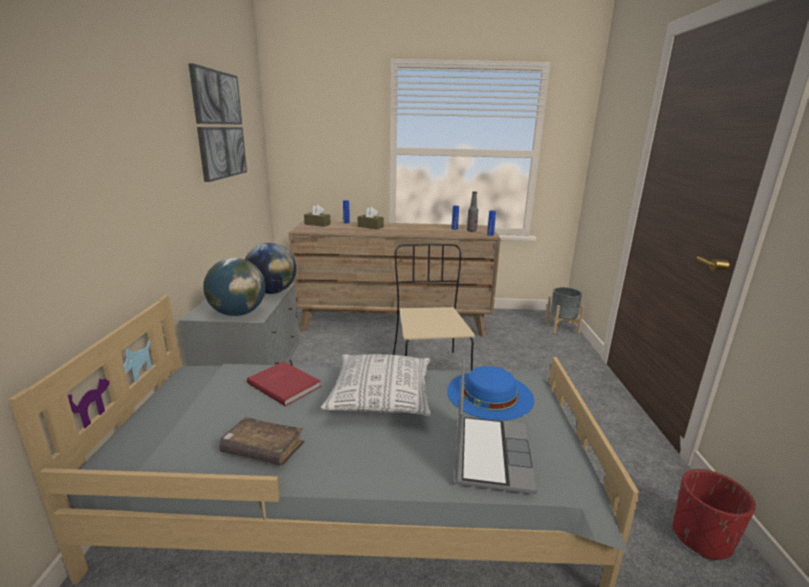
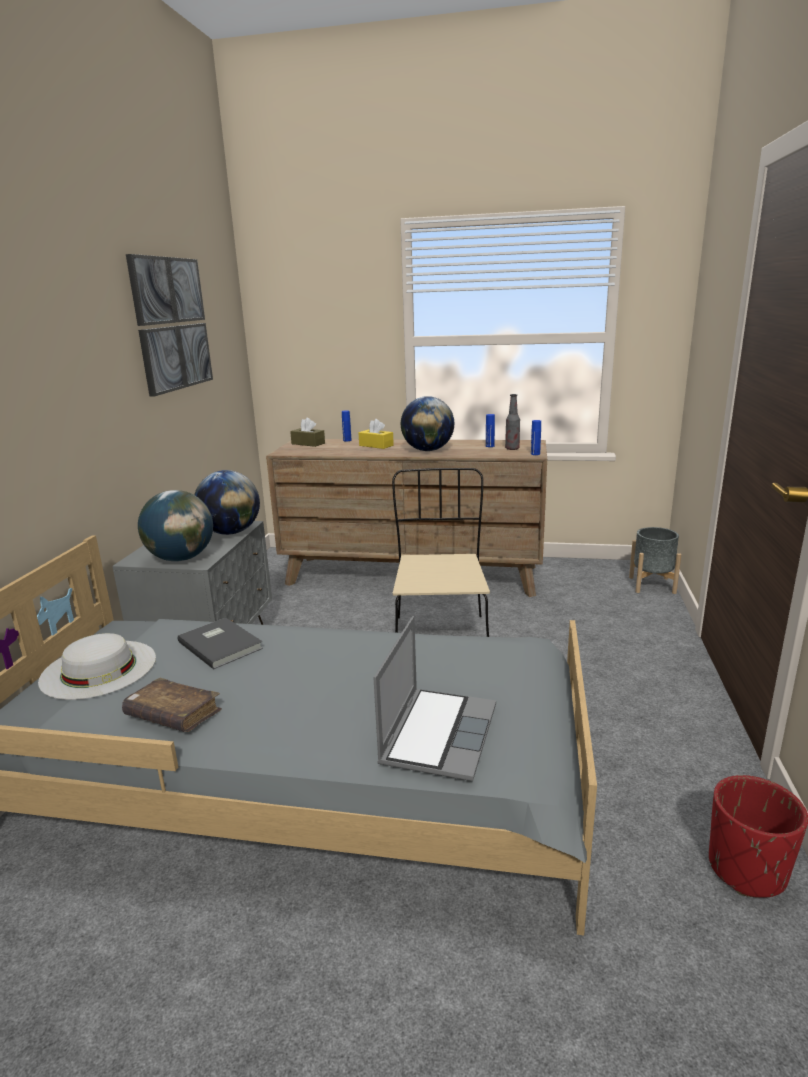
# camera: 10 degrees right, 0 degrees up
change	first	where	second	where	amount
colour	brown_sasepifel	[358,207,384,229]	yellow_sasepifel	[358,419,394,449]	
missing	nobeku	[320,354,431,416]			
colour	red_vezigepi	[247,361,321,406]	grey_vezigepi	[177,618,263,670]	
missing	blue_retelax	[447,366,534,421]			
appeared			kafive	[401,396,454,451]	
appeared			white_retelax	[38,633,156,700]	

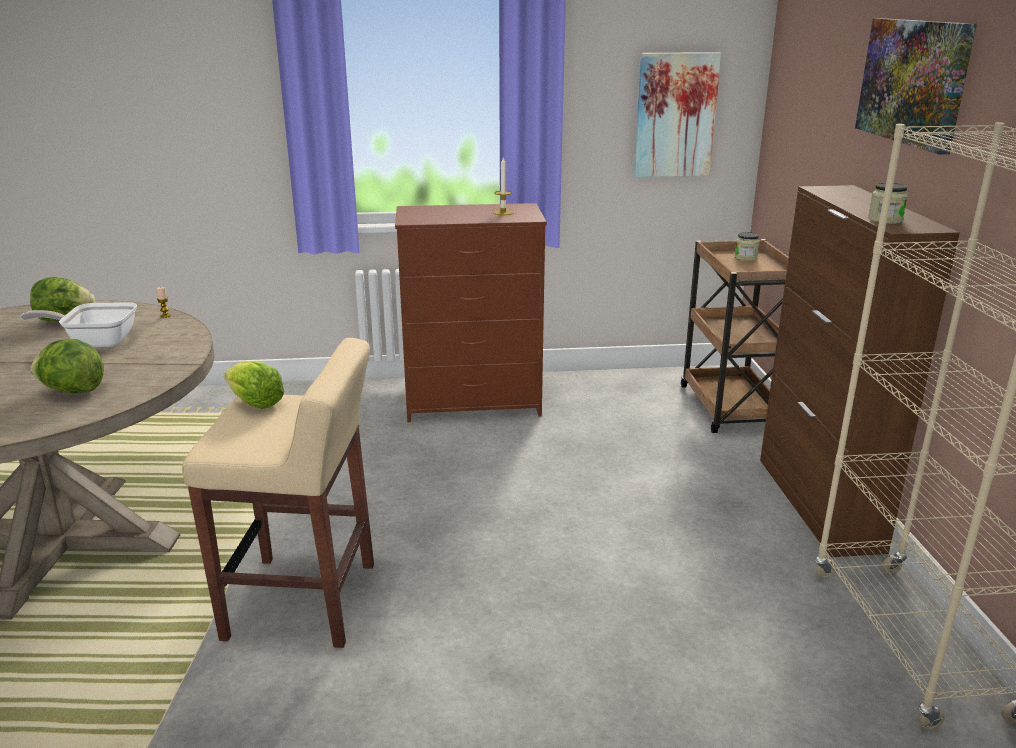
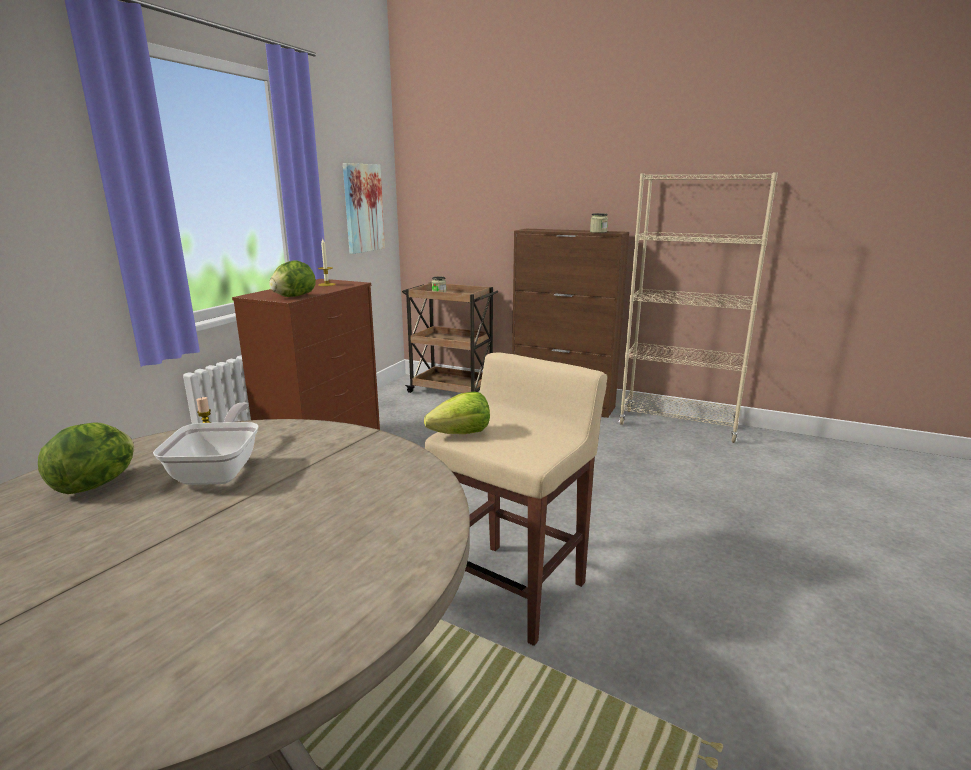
# camera: 60 degrees left, 5 degrees down
change	first	where	second	where	amount
missing	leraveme	[855,18,977,155]			
spun	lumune	[21,302,137,347]		[153,403,259,485]	150 degrees clockwise
relocated	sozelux	[30,339,104,393]		[269,260,316,297]	

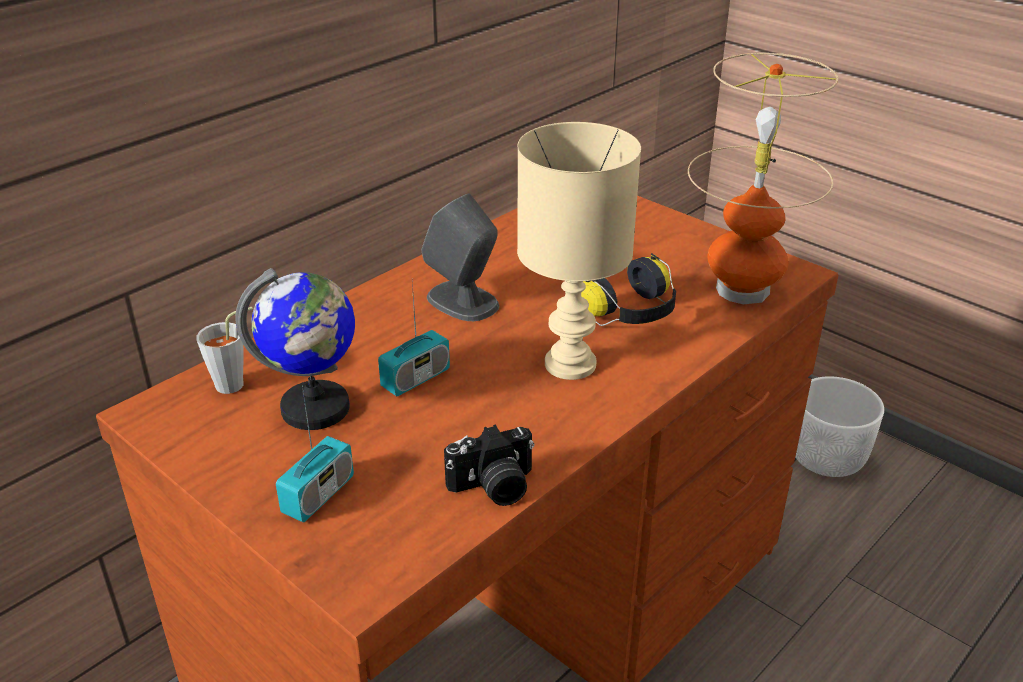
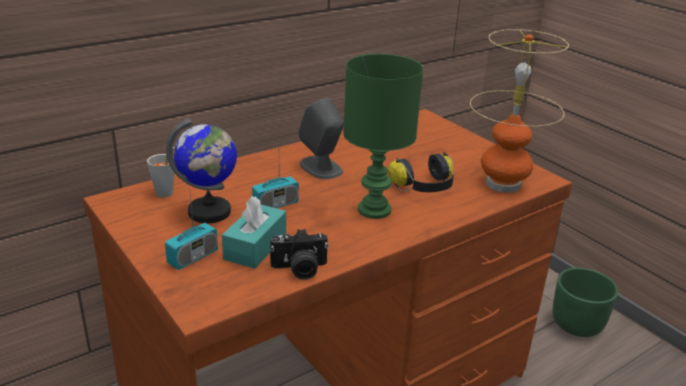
# camera: 10 degrees right, 5 degrees down
change	first	where	second	where	amount
colour	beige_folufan	[517,122,641,380]	green_folufan	[343,54,423,219]	
colour	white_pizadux	[795,376,884,477]	green_pizadux	[552,268,618,337]	
appeared			turquoise_sasepifel	[222,196,286,269]	

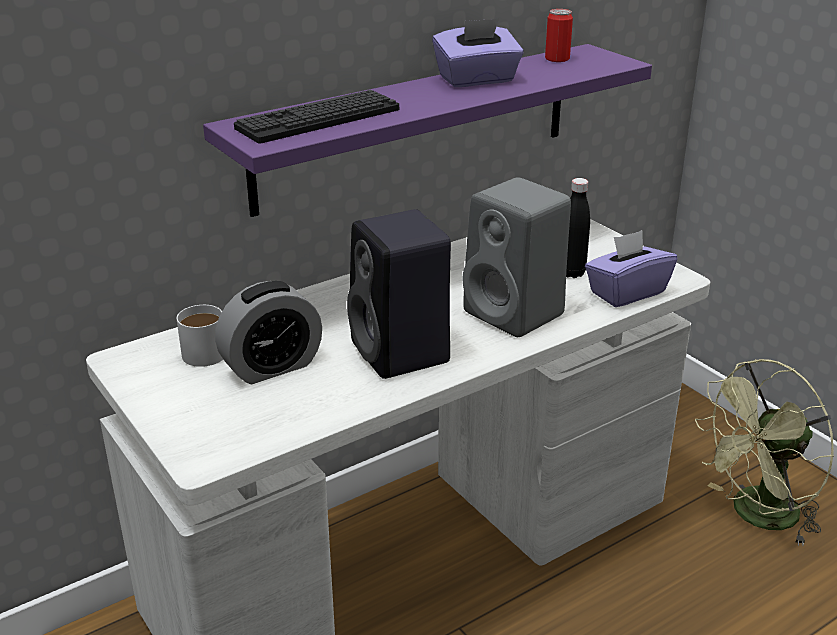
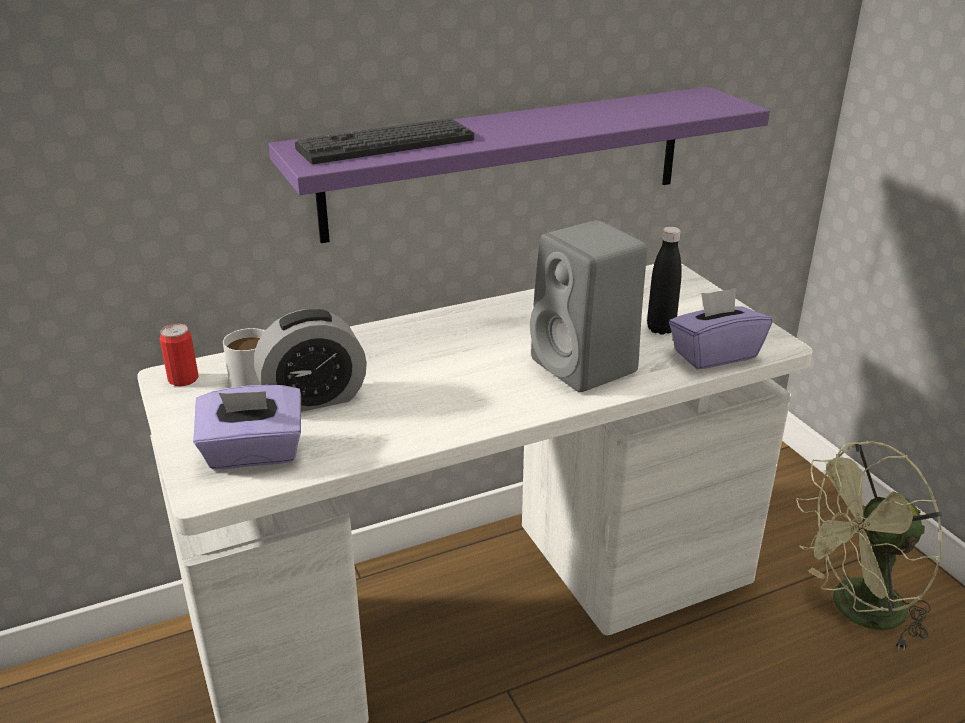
# camera: 10 degrees right, 0 degrees up
change	first	where	second	where	amount
relocated	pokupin	[545,9,573,62]		[160,324,198,386]	
relocated	purple_sasepifel	[432,18,524,87]		[193,385,301,469]	
missing	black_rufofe	[347,209,451,379]			

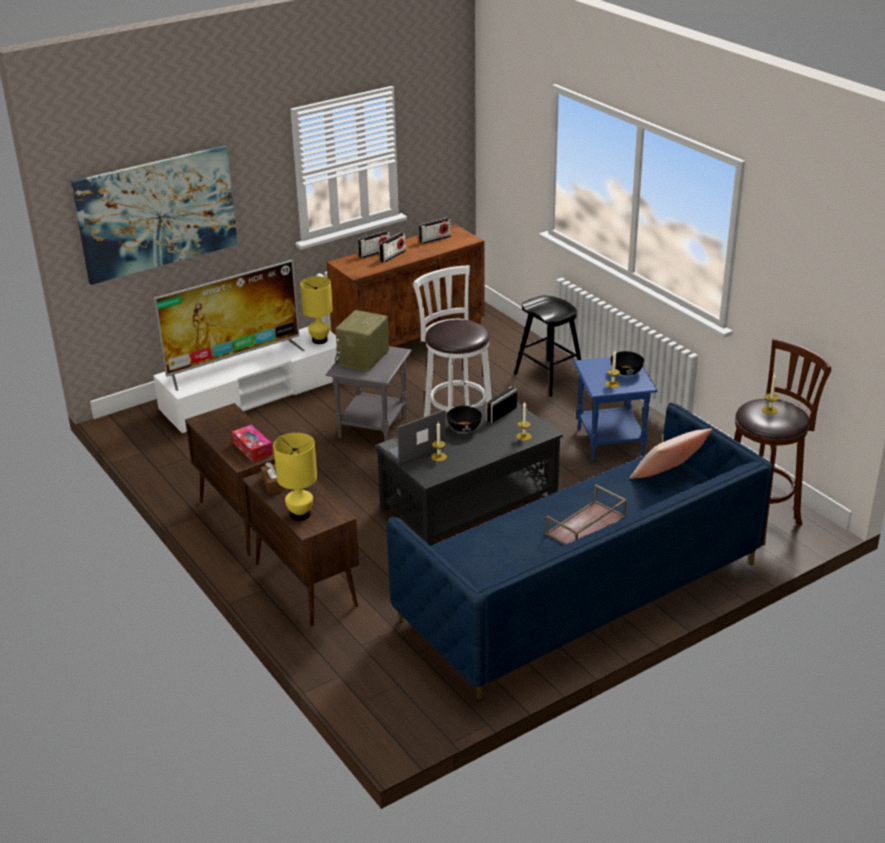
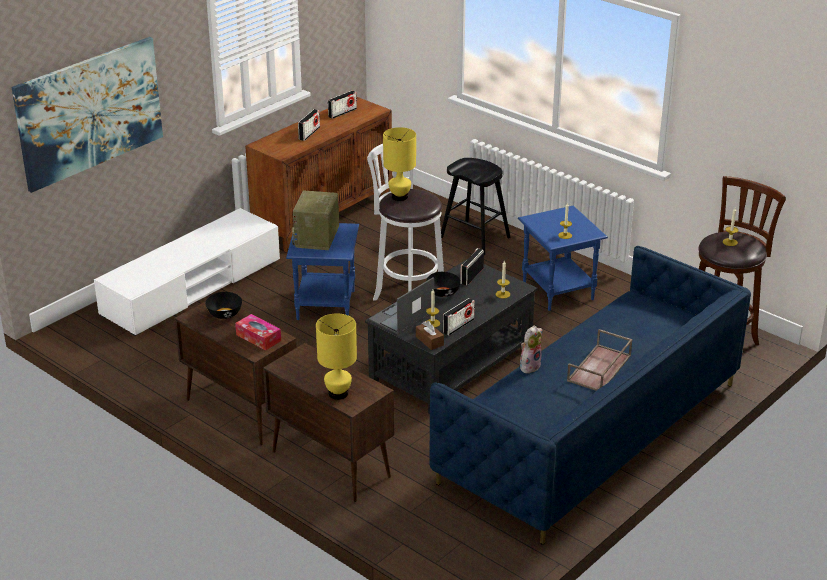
# camera: 15 degrees left, 0 degrees up
change	first	where	second	where	amount
relocated	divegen	[358,231,390,258]		[443,298,475,336]	
missing	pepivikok	[154,260,305,391]			
relocated	yellow_folufan	[300,276,333,344]		[383,127,416,201]	
colour	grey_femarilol	[326,346,412,441]	blue_femarilol	[286,223,359,320]	
relocated	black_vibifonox	[610,351,644,375]		[205,292,242,319]	
missing	beige_nobeku	[629,429,712,479]			
relocated	brown_sasepifel	[261,462,285,494]		[416,321,444,350]	
appeared			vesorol	[520,326,543,373]	

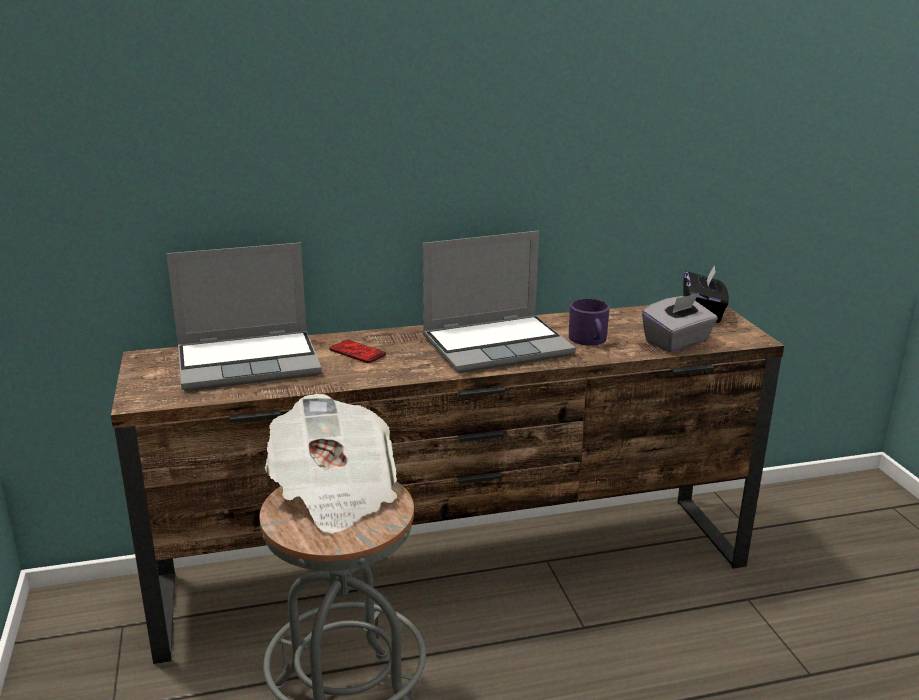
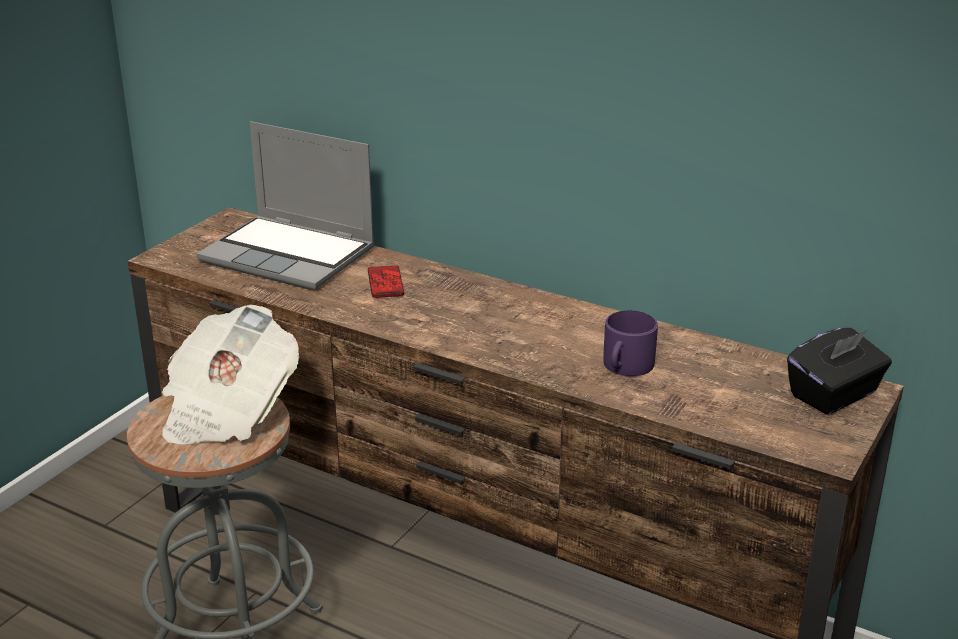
# camera: 45 degrees right, 5 degrees up
change	first	where	second	where	amount
missing	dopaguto	[423,231,576,373]			
missing	grey_sasepifel	[642,293,718,353]			

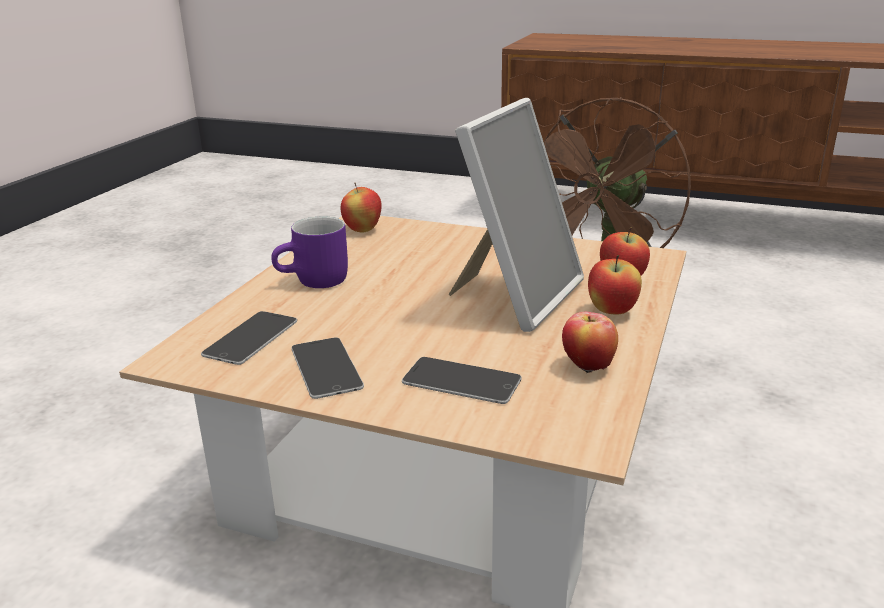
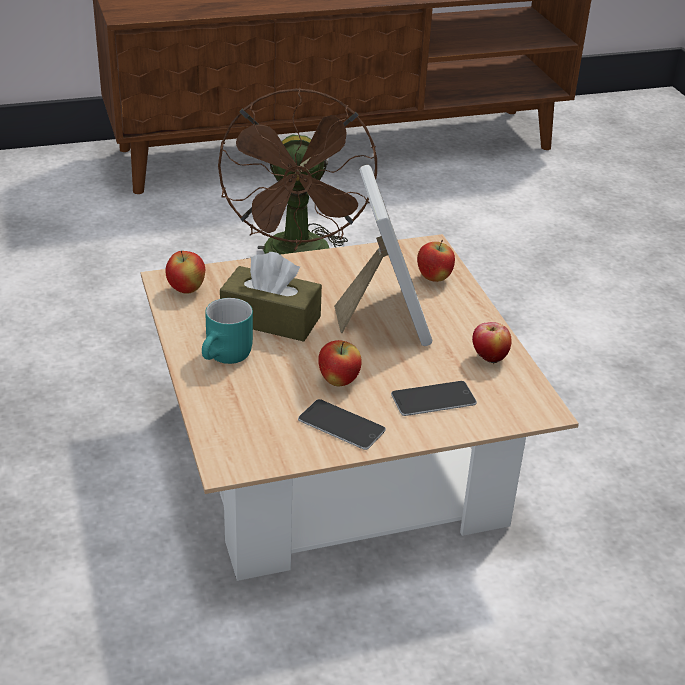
# camera: 40 degrees left, 10 degrees up
change	first	where	second	where	amount
colour	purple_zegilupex	[271,216,348,288]	turquoise_zegilupex	[202,298,253,364]	
relocated	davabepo	[588,255,642,315]		[318,340,362,386]	
missing	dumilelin	[201,311,297,365]			
appeared			brown_sasepifel	[220,252,322,342]	

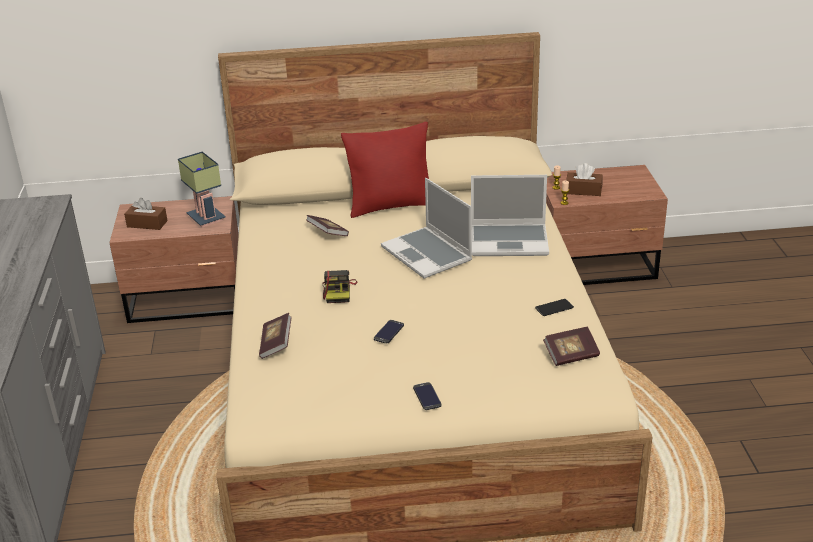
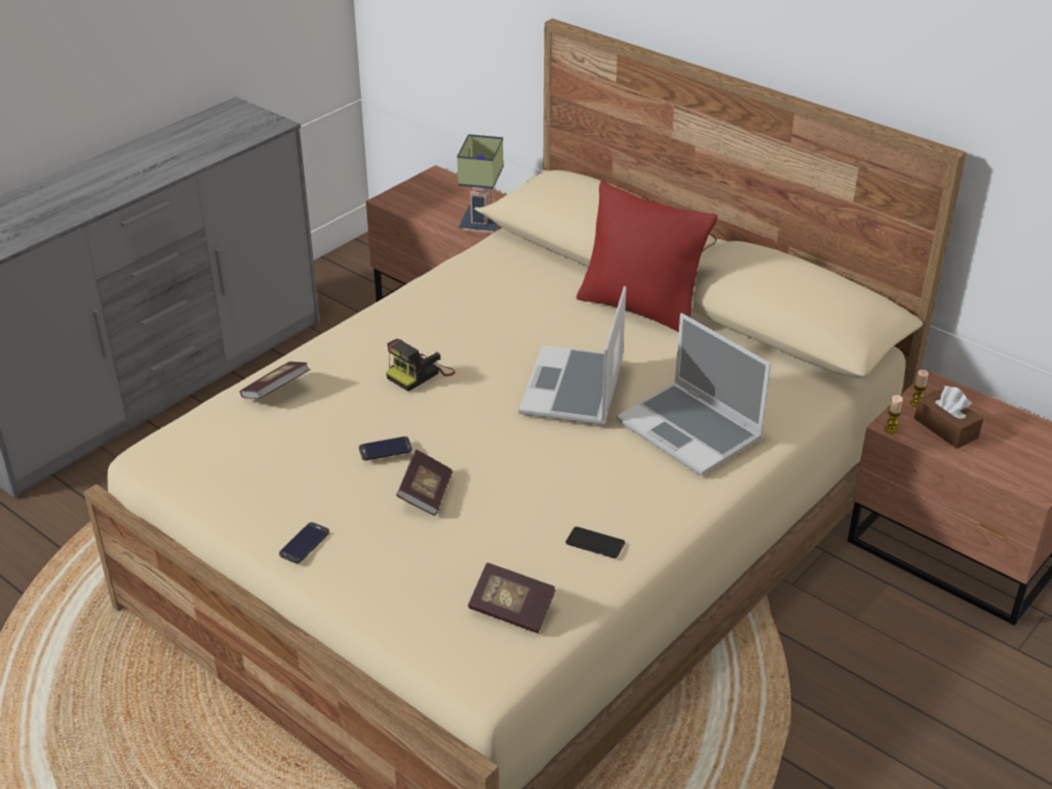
# camera: 45 degrees right, 5 degrees up
change	first	where	second	where	amount
missing	brown_sasepifel	[124,198,167,230]			
relocated	vezigepi	[306,215,349,236]		[396,450,453,516]	

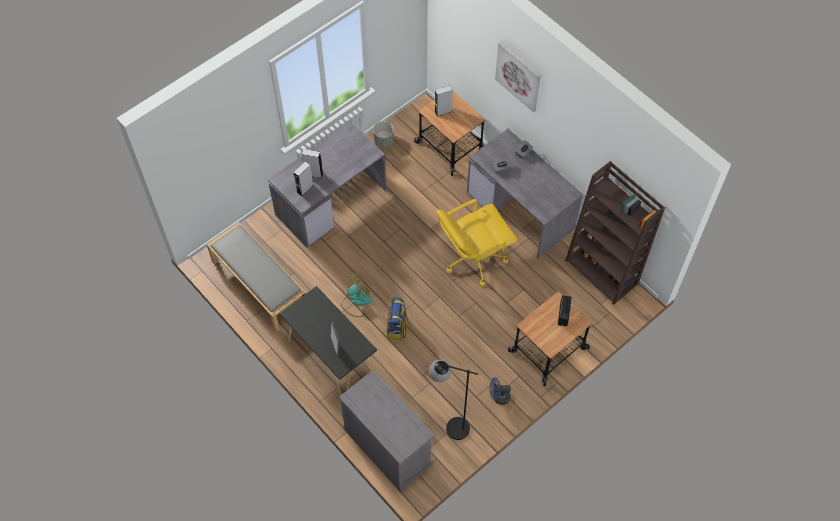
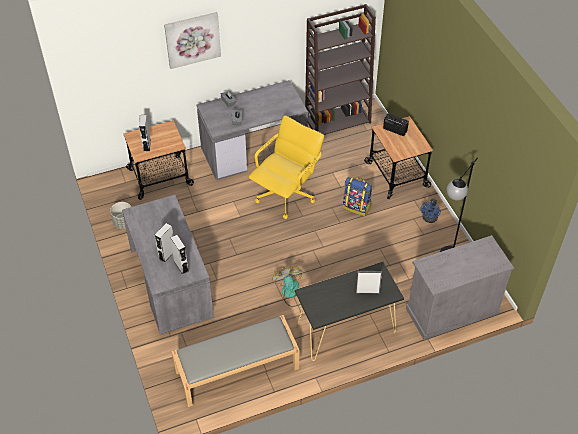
# camera: 70 degrees left, 10 degrees down
change	first	where	second	where	amount
spun	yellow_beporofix	[436,199,518,286]		[249,116,324,219]	135 degrees counterclockwise
relocated	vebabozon	[386,297,408,340]		[343,177,372,216]	

